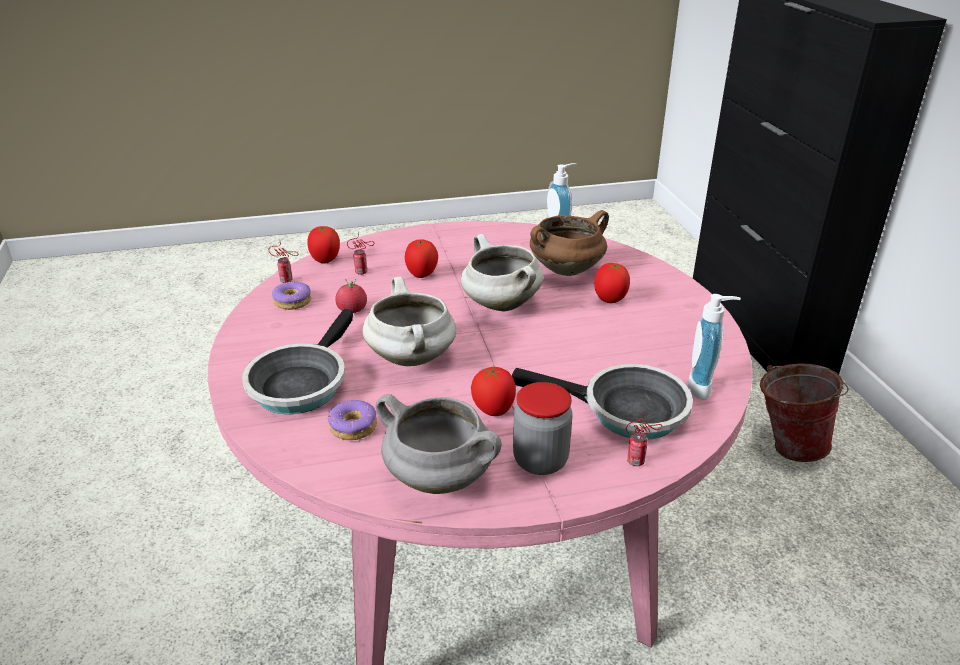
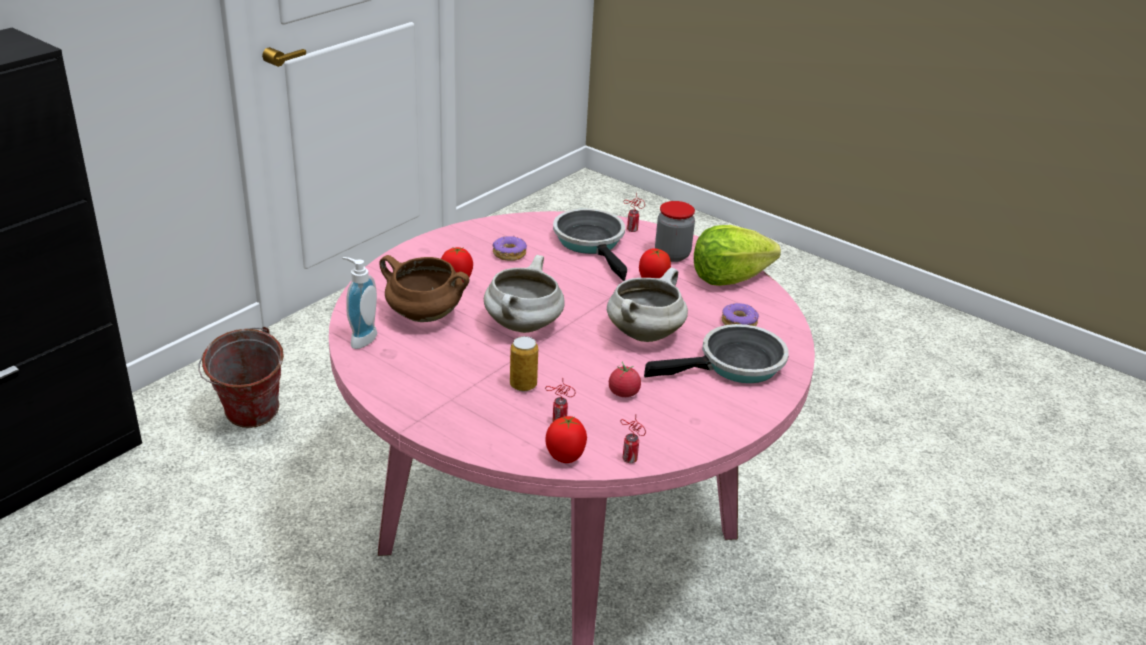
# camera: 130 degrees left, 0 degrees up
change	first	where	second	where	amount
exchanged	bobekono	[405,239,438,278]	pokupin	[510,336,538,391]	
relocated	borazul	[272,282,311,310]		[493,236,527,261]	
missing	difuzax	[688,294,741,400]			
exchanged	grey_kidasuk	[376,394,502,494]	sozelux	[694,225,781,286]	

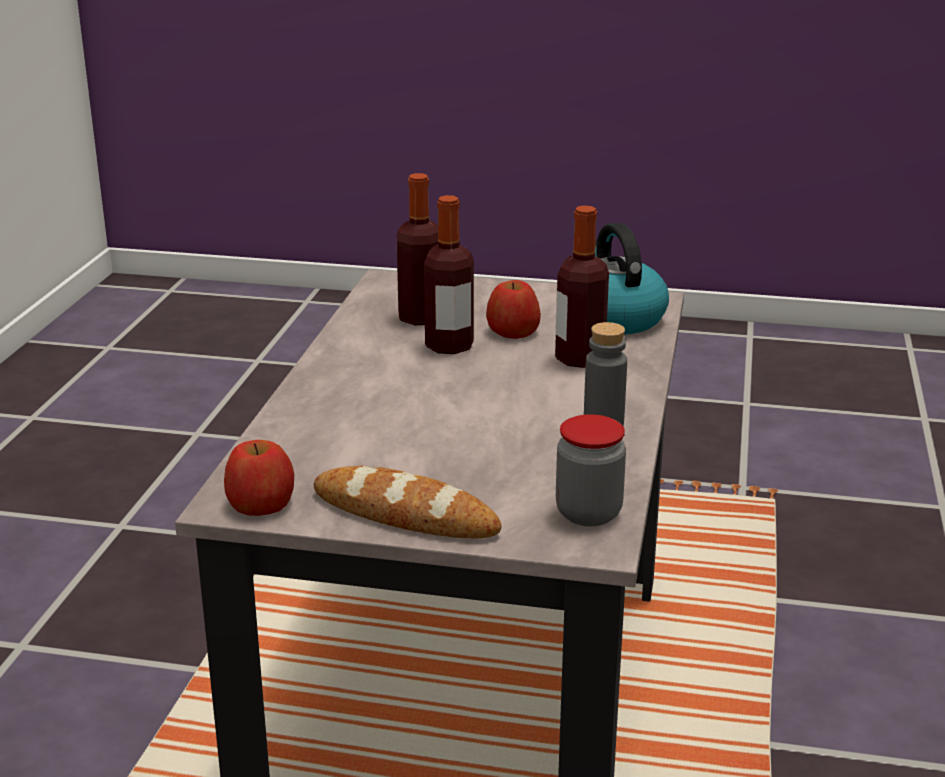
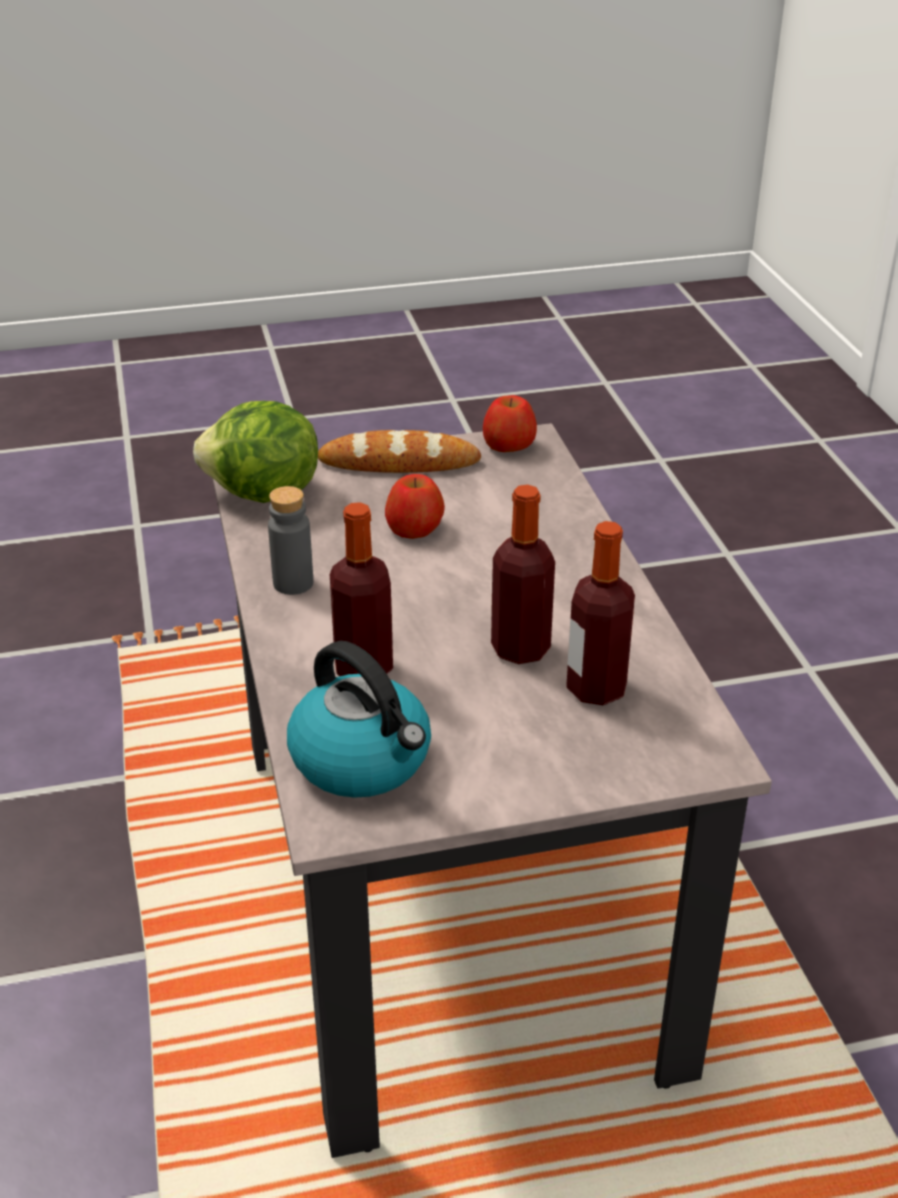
# camera: 155 degrees right, 10 degrees up
change	first	where	second	where	amount
relocated	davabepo	[486,280,541,339]		[385,474,445,539]	
exchanged	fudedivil	[556,414,626,526]	sozelux	[193,401,318,503]	

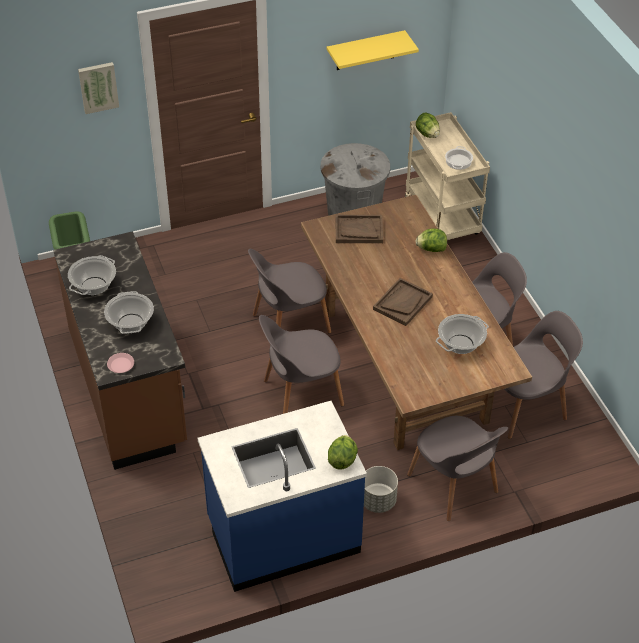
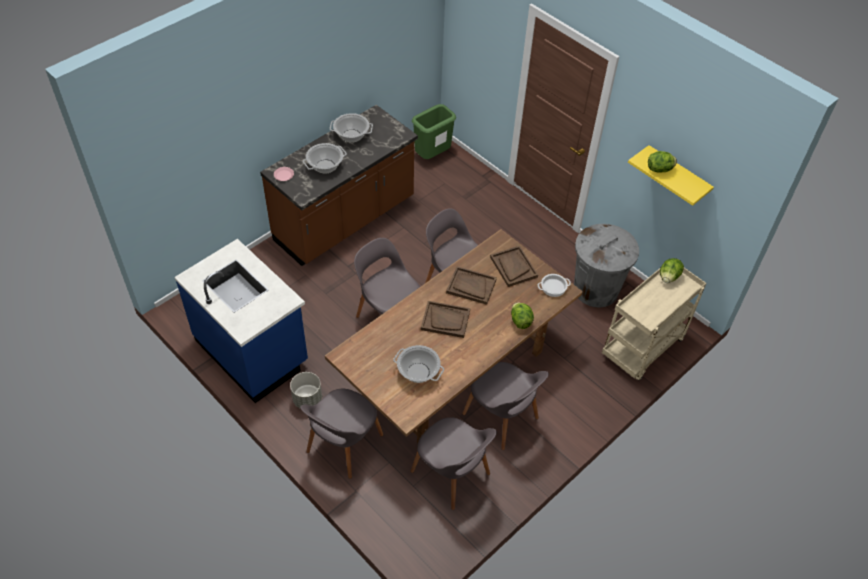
# camera: 65 degrees right, 5 degrees up
change	first	where	second	where	amount
missing	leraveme	[78,62,119,114]			
relocated	kidasuk	[445,146,473,170]		[538,274,571,297]	
relocated	sozelux	[328,435,358,470]		[648,151,677,173]	
appeared			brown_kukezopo	[446,267,497,305]	

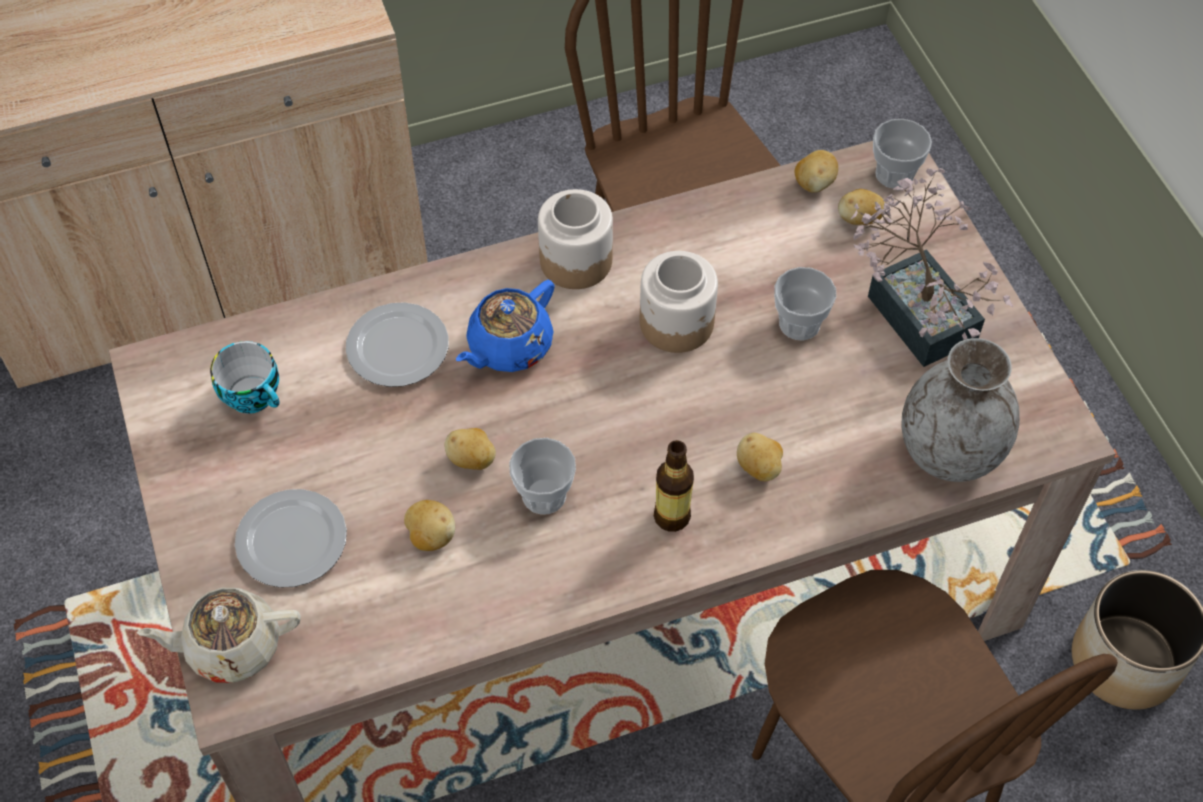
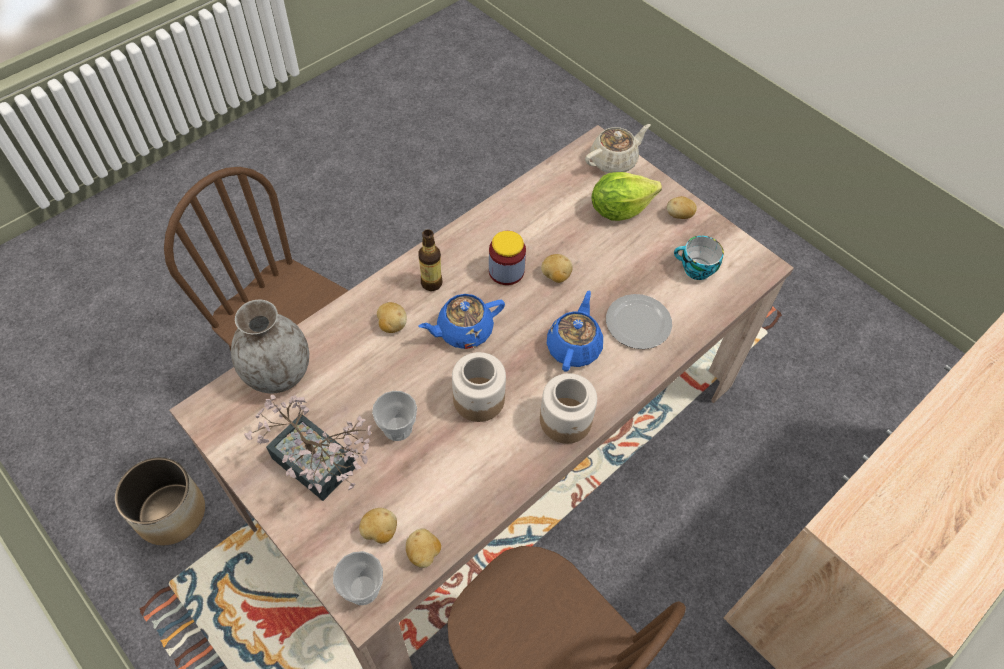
# camera: 155 degrees right, 0 degrees up
change	first	where	second	where	amount
exchanged	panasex	[509,438,576,514]	fudedivil	[489,231,526,285]	
exchanged	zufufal	[235,489,347,588]	sozelux	[591,172,662,221]	
relocated	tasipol	[404,500,455,551]		[667,196,697,219]	
appeared			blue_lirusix	[418,294,505,349]	

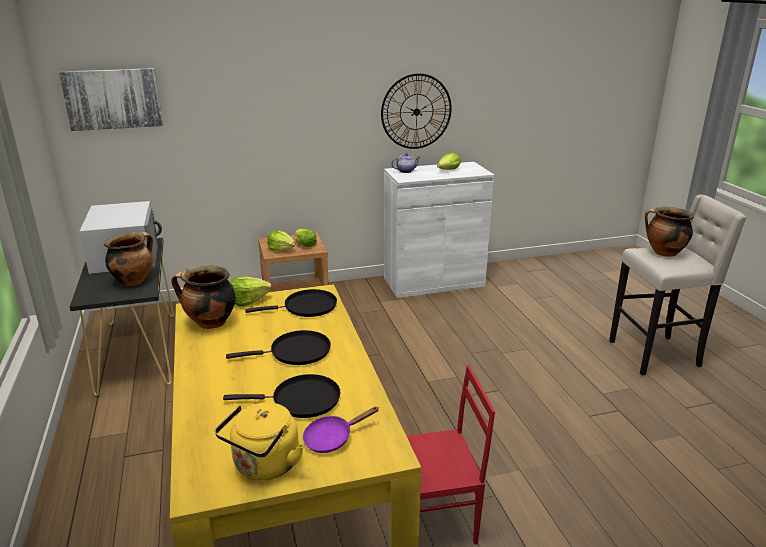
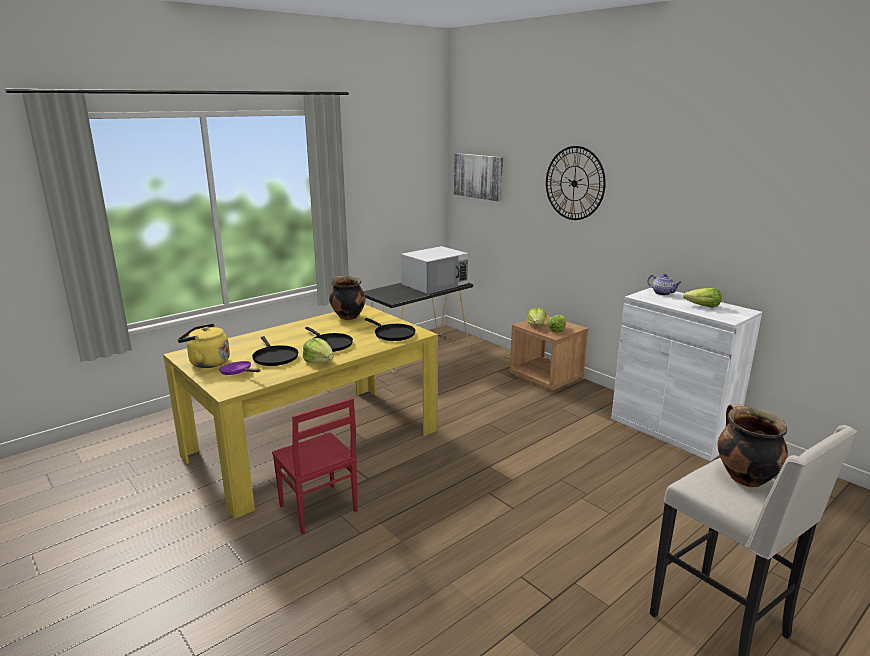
# camera: 65 degrees right, 5 degrees down
change	first	where	second	where	amount
relocated	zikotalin	[381,73,452,149]		[546,146,606,220]	
missing	kidasuk	[104,232,153,286]			
relocated	sozelux	[230,277,272,307]		[303,338,334,364]	

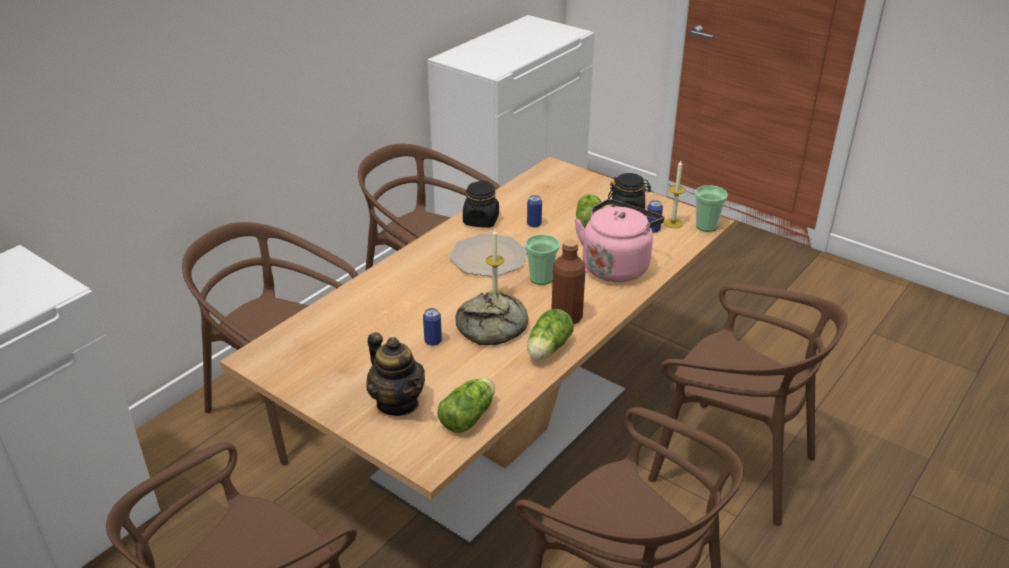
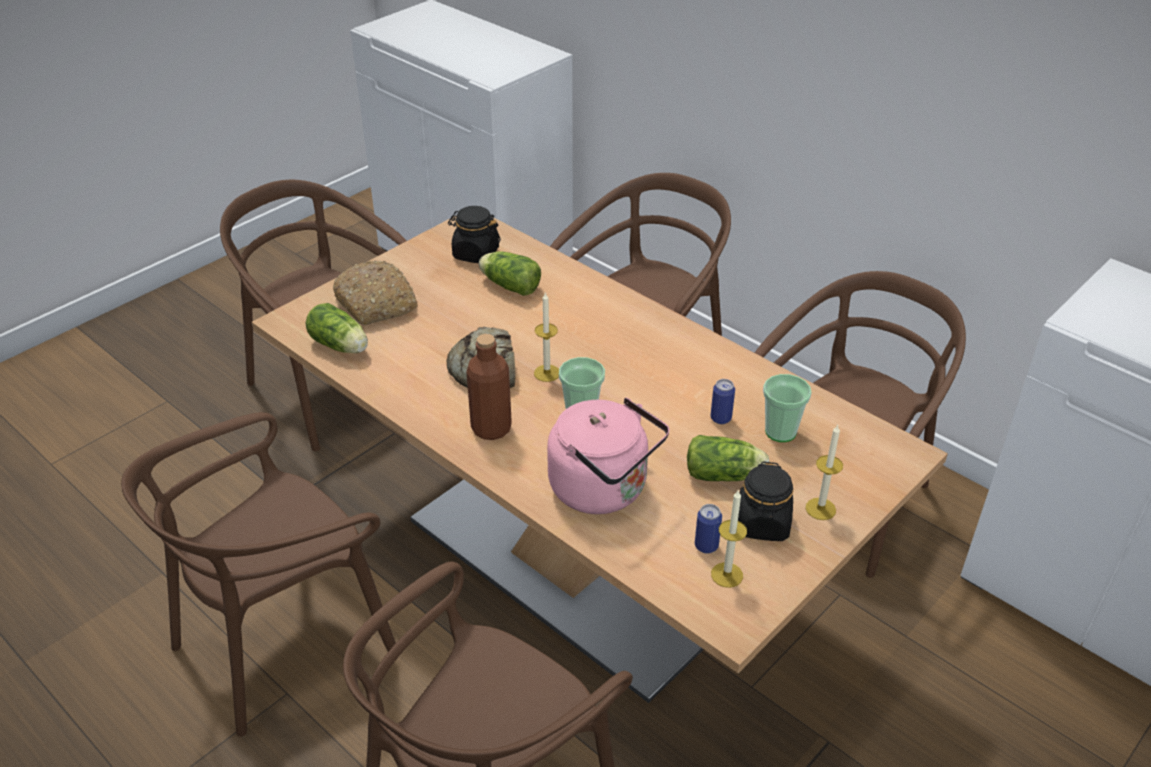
# camera: 95 degrees right, 5 degrees up
change	first	where	second	where	amount
relocated	black_fudedivil	[463,180,499,228]		[448,206,501,263]	
relocated	panasex	[695,185,728,232]		[763,374,812,442]	
missing	zufufal	[449,233,527,277]			
missing	pokupin	[423,308,442,346]			
relocated	sozelux	[527,309,574,360]		[479,251,541,296]	
exchanged	lirusix	[366,332,425,416]	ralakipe	[333,261,418,325]	
appeared			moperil	[805,425,843,520]	

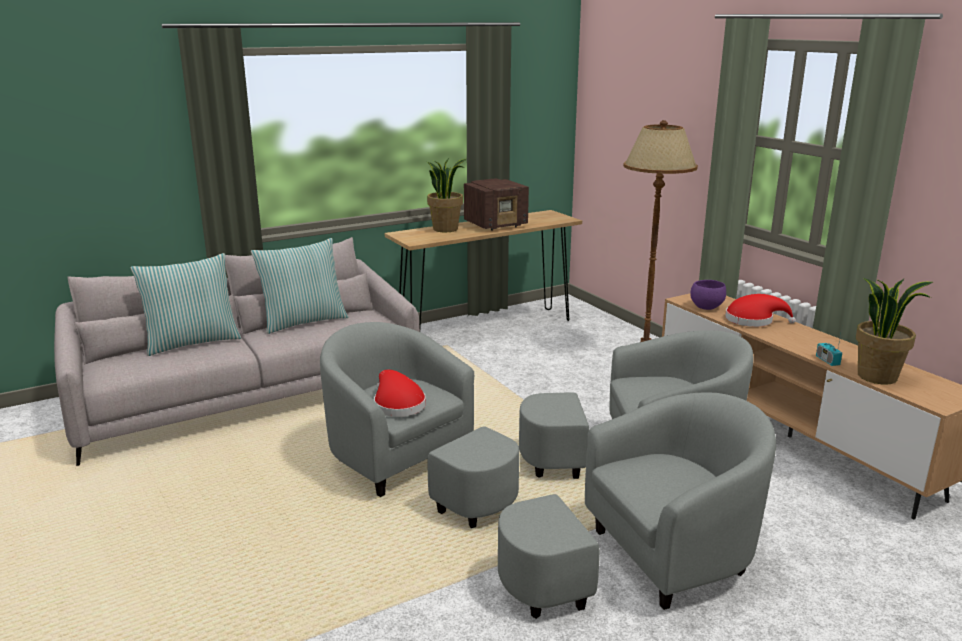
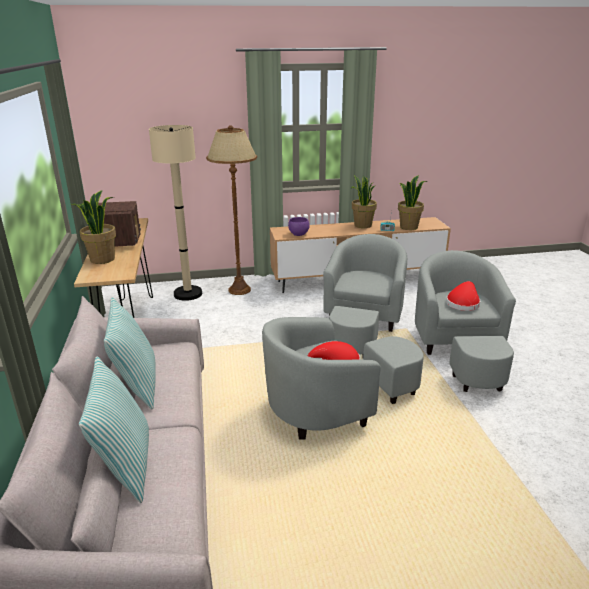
# camera: 70 degrees left, 5 degrees up
change	first	where	second	where	amount
relocated	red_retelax	[725,294,796,327]		[446,281,480,311]	
appeared			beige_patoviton	[149,125,202,301]	
appeared			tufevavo	[351,175,377,228]	

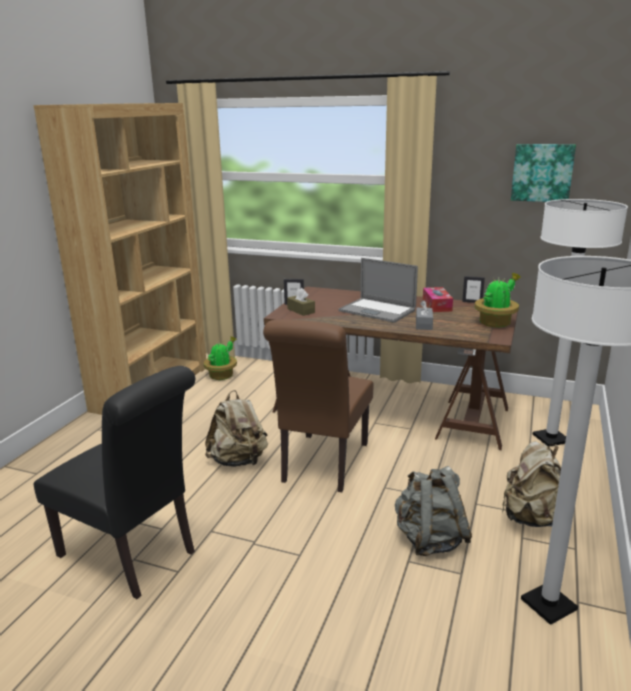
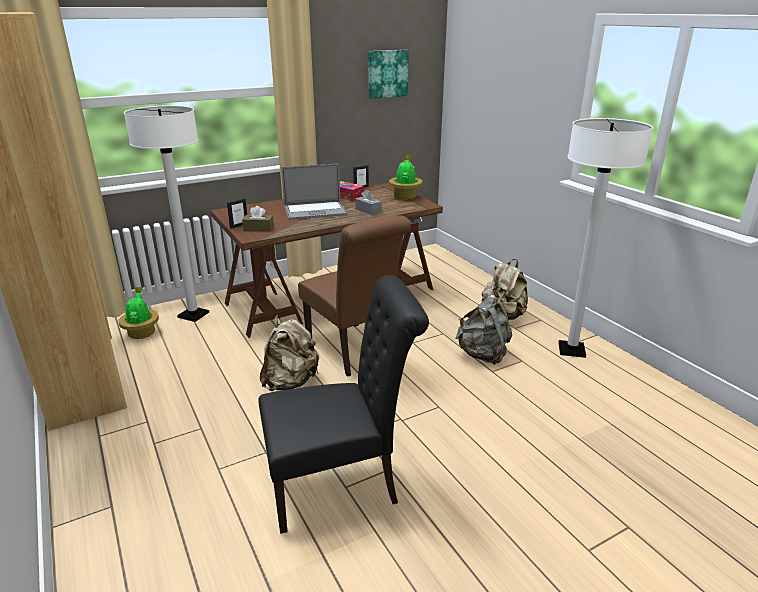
# camera: 50 degrees left, 5 degrees up
change	first	where	second	where	amount
relocated	white_patoviton	[533,199,628,446]		[124,105,209,322]	

